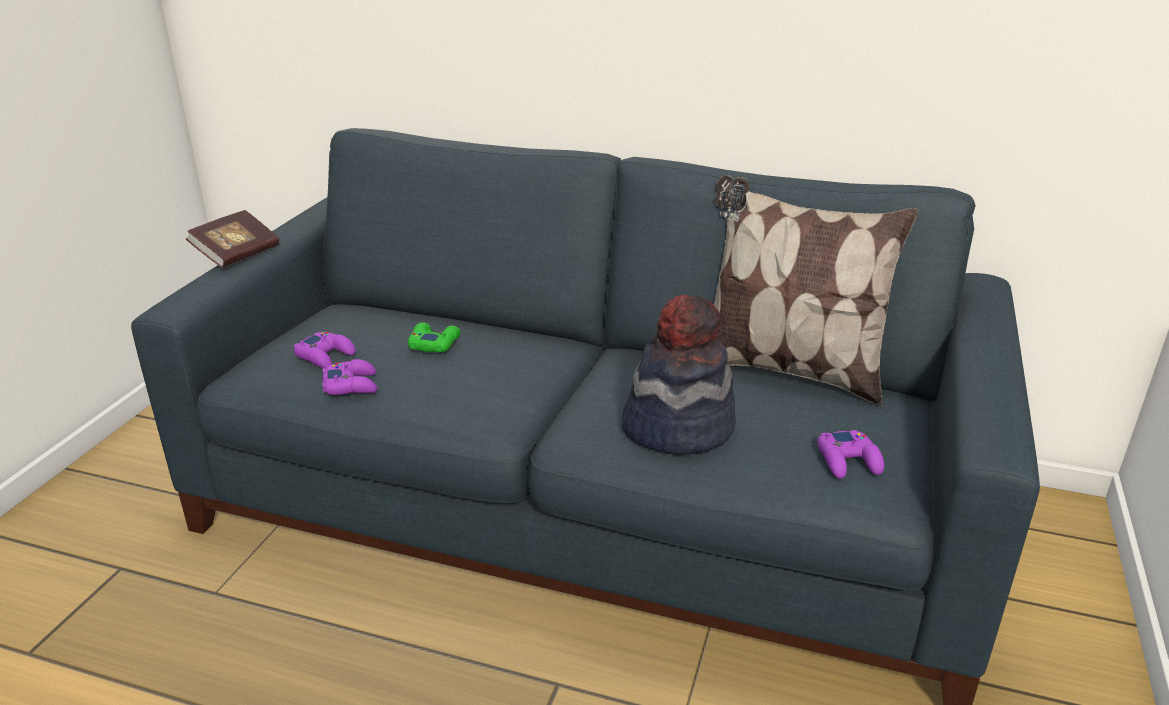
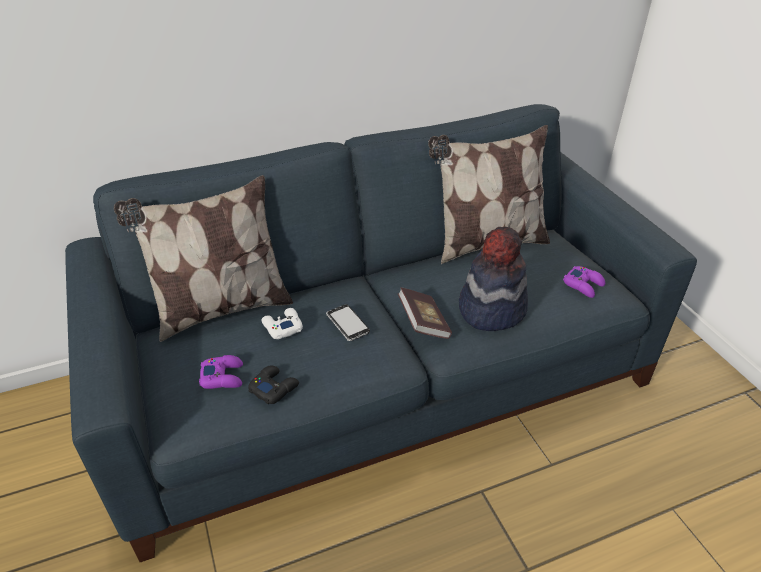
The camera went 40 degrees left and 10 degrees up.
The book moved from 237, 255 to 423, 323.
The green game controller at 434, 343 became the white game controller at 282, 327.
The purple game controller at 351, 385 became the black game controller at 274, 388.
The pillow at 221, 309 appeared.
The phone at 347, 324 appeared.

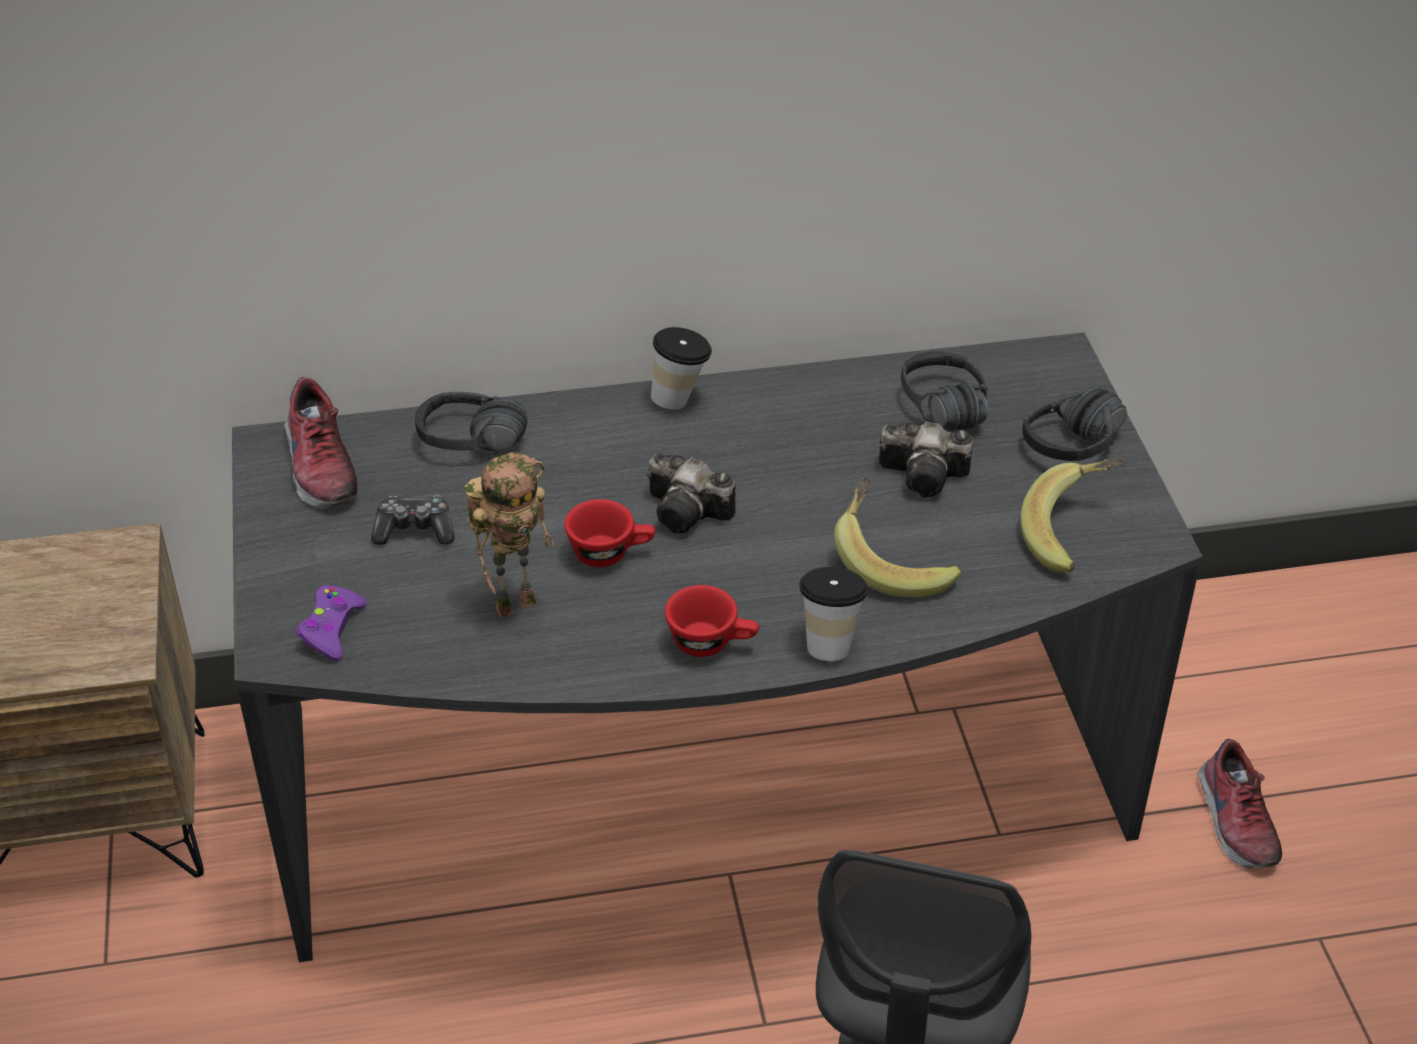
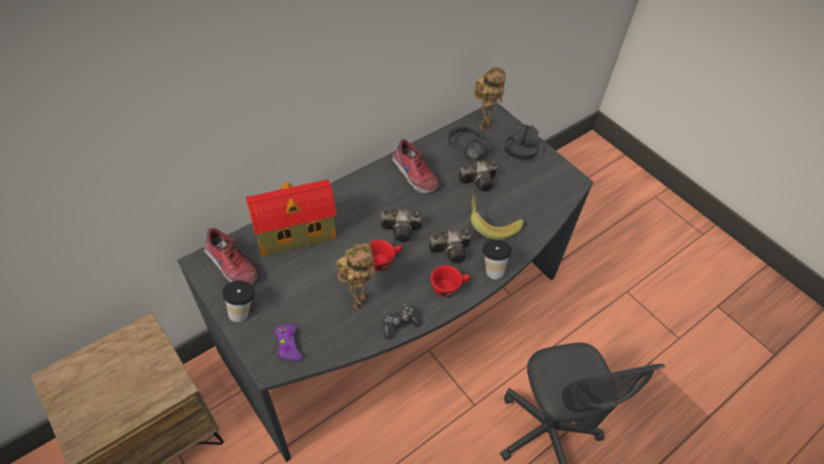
The camera went 30 degrees left and 10 degrees up.
The cup moved from 681, 399 to 243, 311.
The black headphones at 469, 451 was replaced by the toy house at 293, 234.
The banana at 1075, 534 disappeared.
The game controller moved from 415, 530 to 399, 323.
The shoe moved from 1233, 821 to 414, 175.
The toy robot at 484, 124 appeared.
The photo camera at 452, 251 appeared.

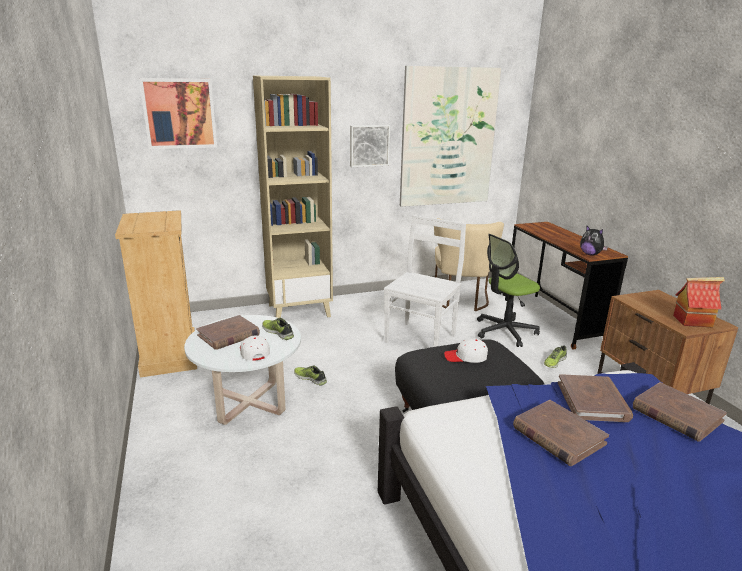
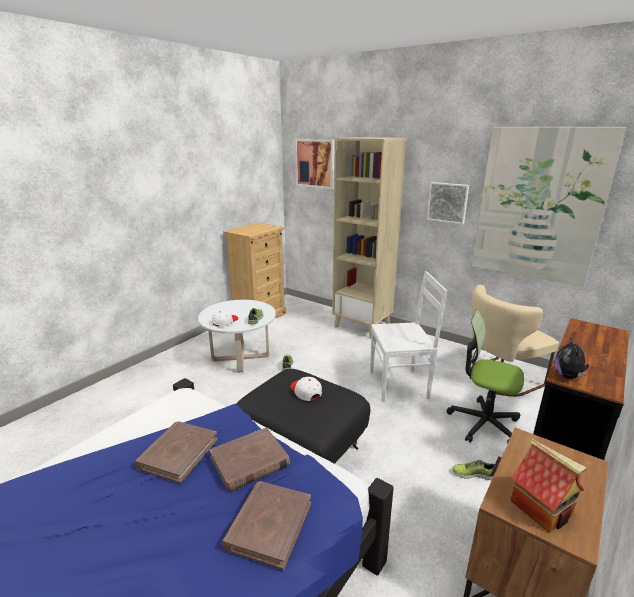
The camera went 55 degrees right and 0 degrees up.
The brown book at 228, 335 disappeared.

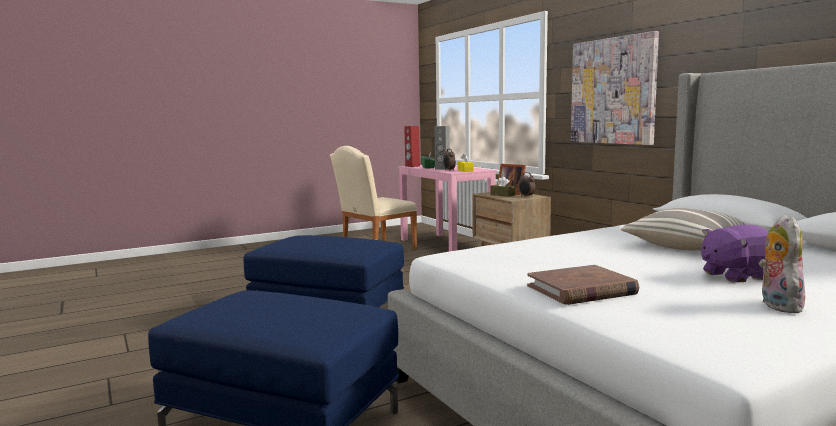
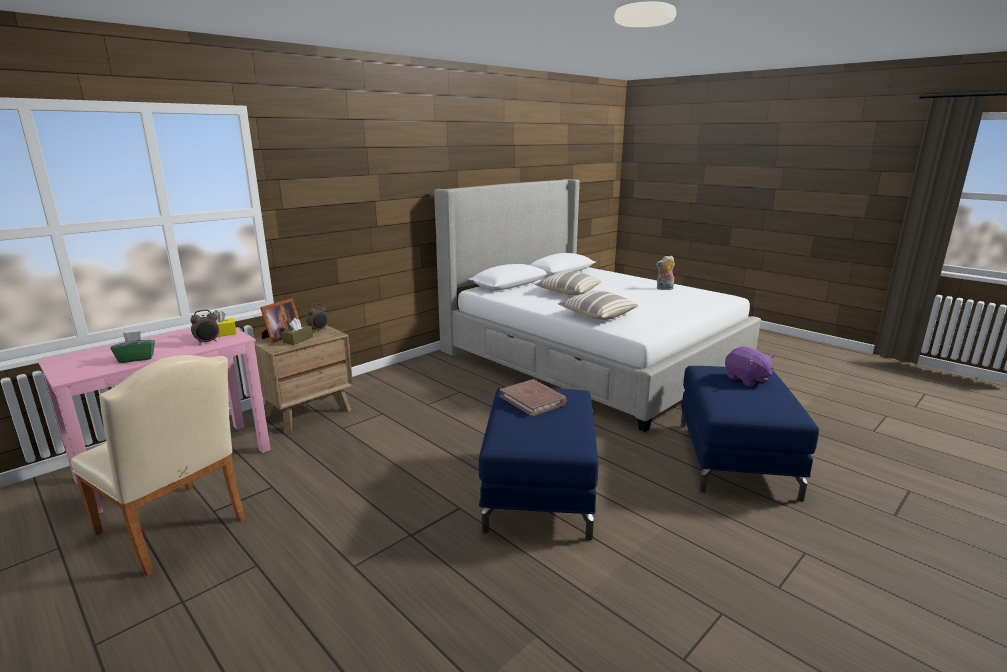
The camera went 105 degrees left and 10 degrees up.
The picture at 613, 91 disappeared.
The red speaker at 412, 166 disappeared.
The grey speaker at 442, 169 disappeared.
The purple plush toy moved from 736, 276 to 746, 379.
The brown book moved from 581, 290 to 533, 400.
The pillow at 597, 315 appeared.

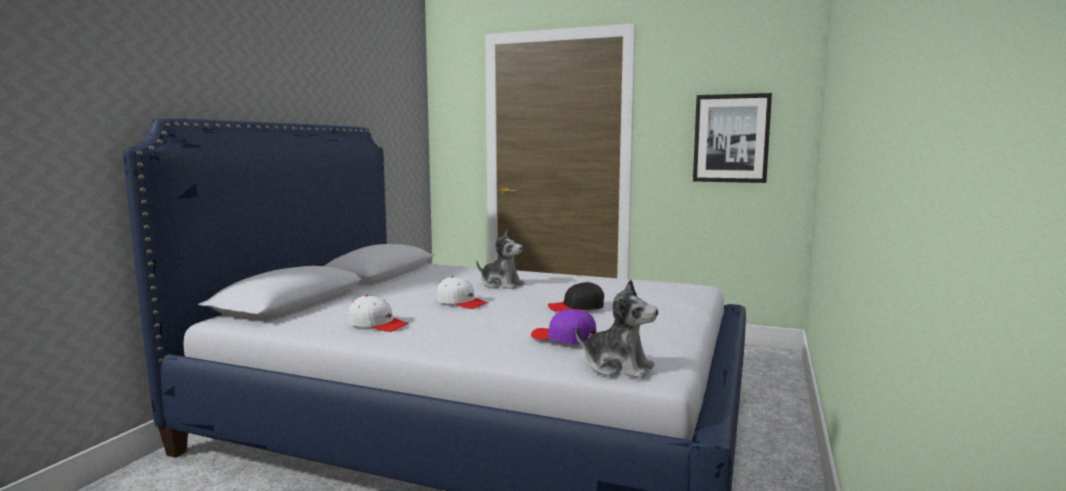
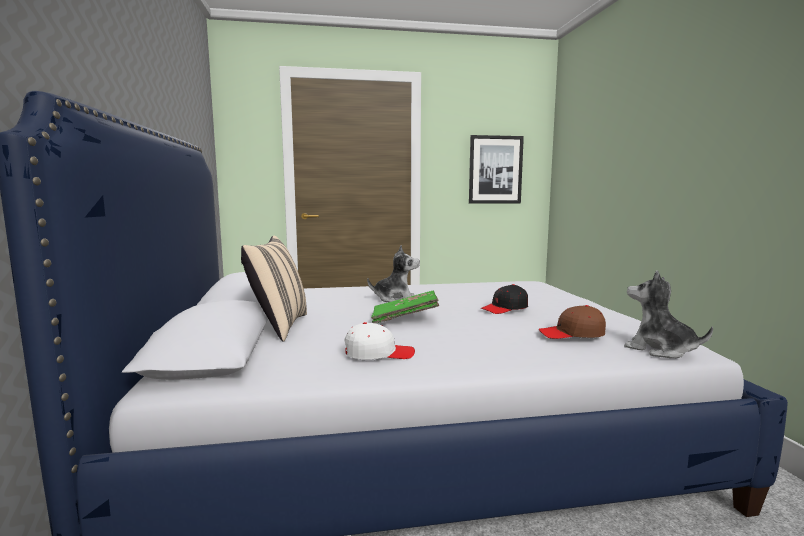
The camera went 30 degrees left and 0 degrees up.
The white cap at 461, 302 was replaced by the green book at 405, 319.
The plush toy at 618, 367 turned 135 degrees counterclockwise.
The purple cap at 564, 338 became the brown cap at 572, 334.
The beige pillow at 278, 327 appeared.

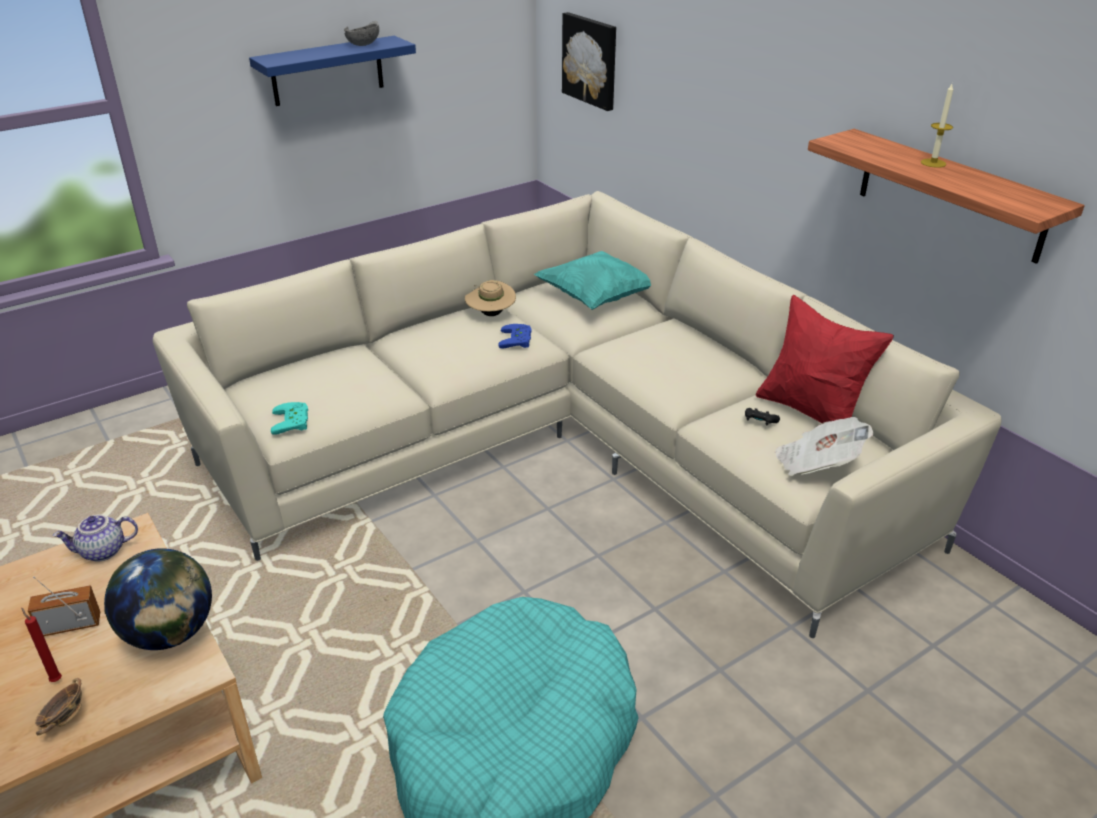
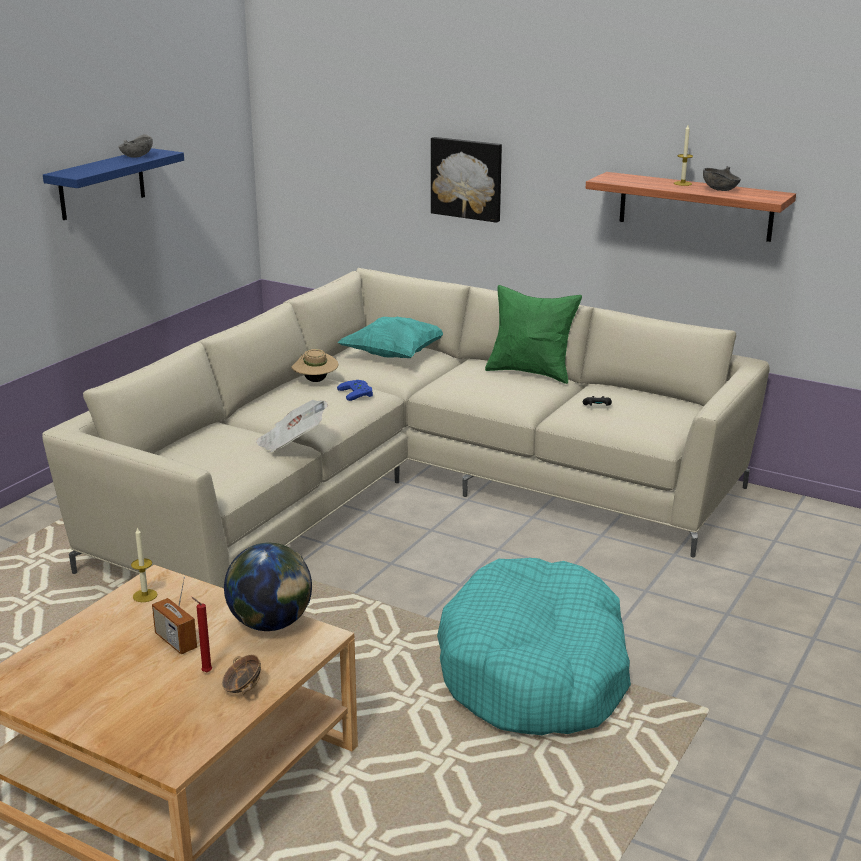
The camera went 25 degrees left and 10 degrees down.
The picture moved from 591, 60 to 467, 178.
The red pillow at 811, 412 disappeared.
The turquoise game controller at 293, 421 disappeared.
The newspaper moved from 817, 464 to 292, 443.
The teapot at 102, 552 was replaced by the candle at 145, 595.
The radio at 70, 625 turned 90 degrees counterclockwise.
The grey bowl at 720, 190 appeared.
The green pillow at 531, 372 appeared.

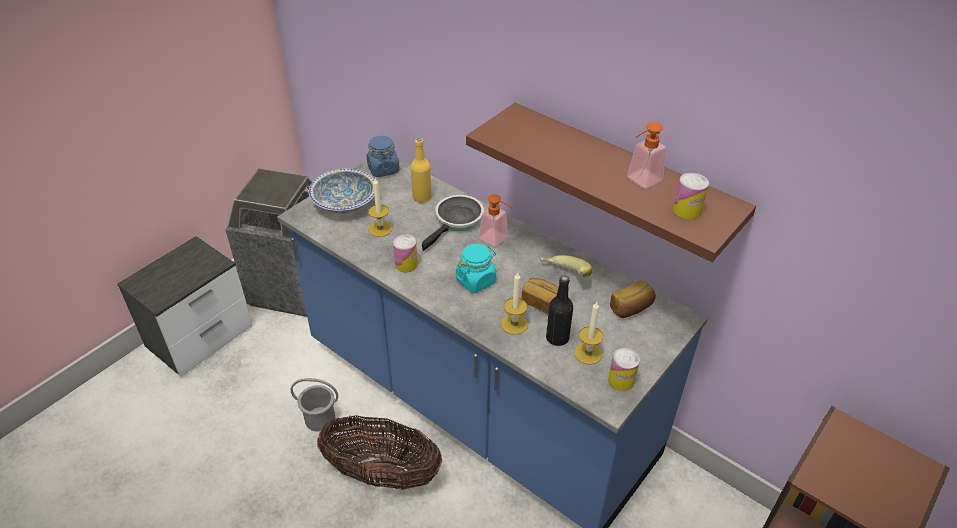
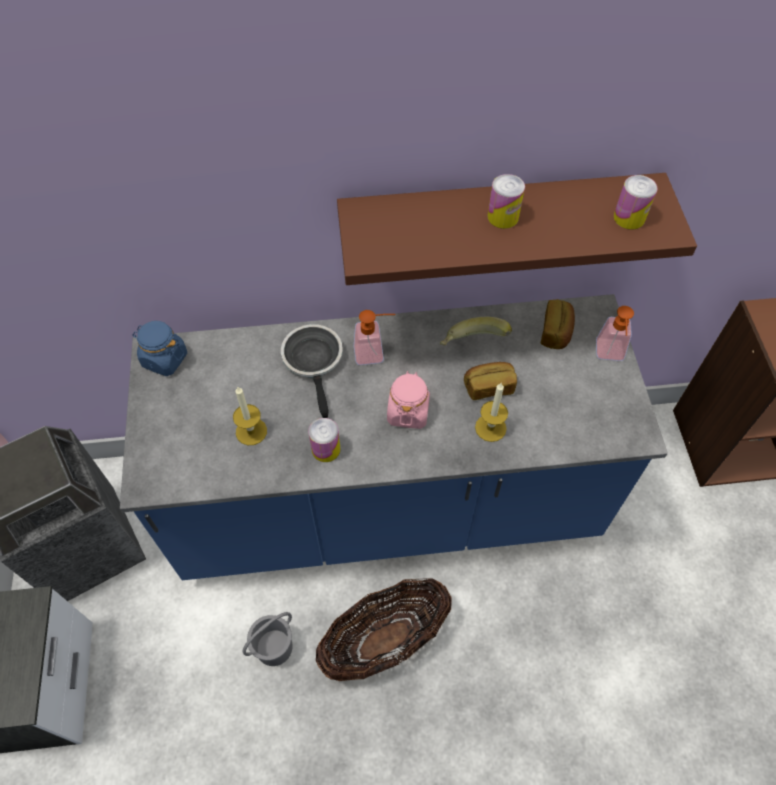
The camera went 45 degrees left and 15 degrees up.
The soap dispenser moved from 640, 181 to 609, 355.
The yellow bottle at 422, 197 disappeared.
The bowl at 345, 203 disappeared.
The turquoise jar at 476, 280 became the pink jar at 408, 412.
The black bottle at 557, 338 disappeared.
The candle at 588, 353 disappeared.
The can moved from 621, 380 to 503, 217.

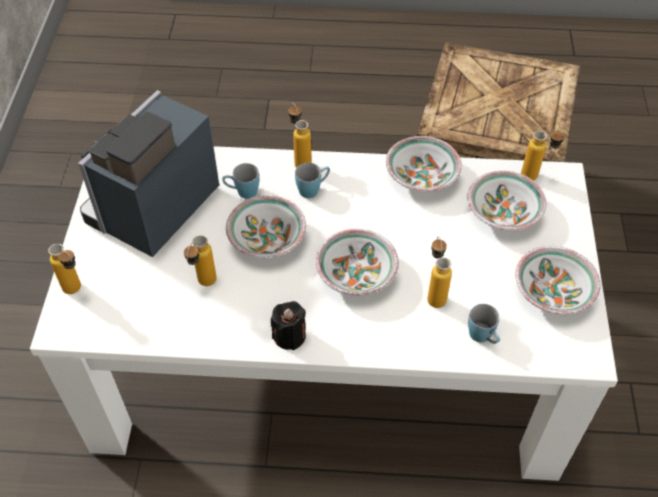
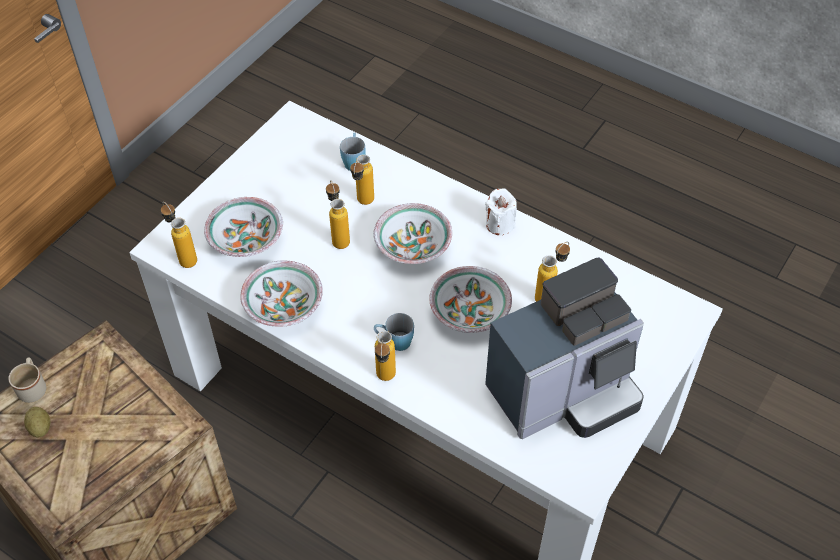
The camera went 150 degrees left and 0 degrees up.
The blue mug at 242, 192 disappeared.
The bottle moved from 76, 291 to 339, 237.
The bowl at 553, 293 disappeared.
The black candle at 289, 336 became the white candle at 500, 224.
The beige mug at 33, 387 appeared.
The potato at 40, 428 appeared.

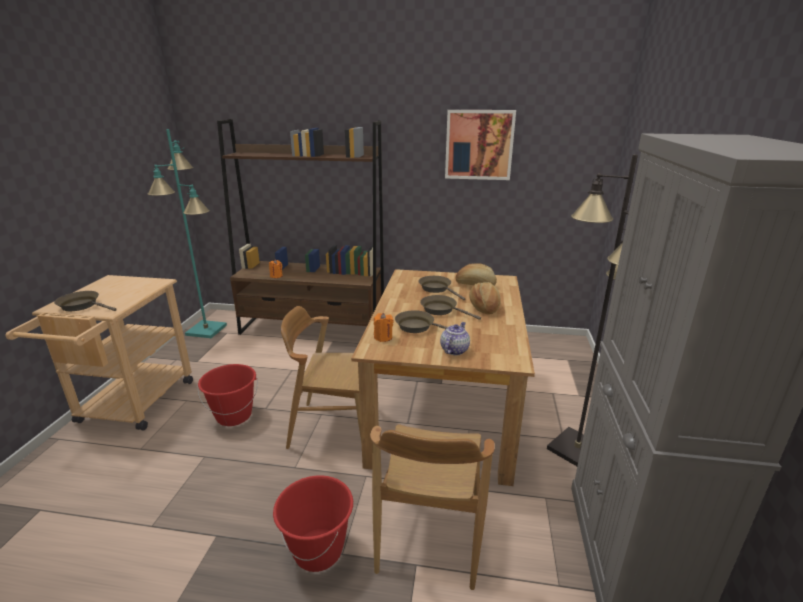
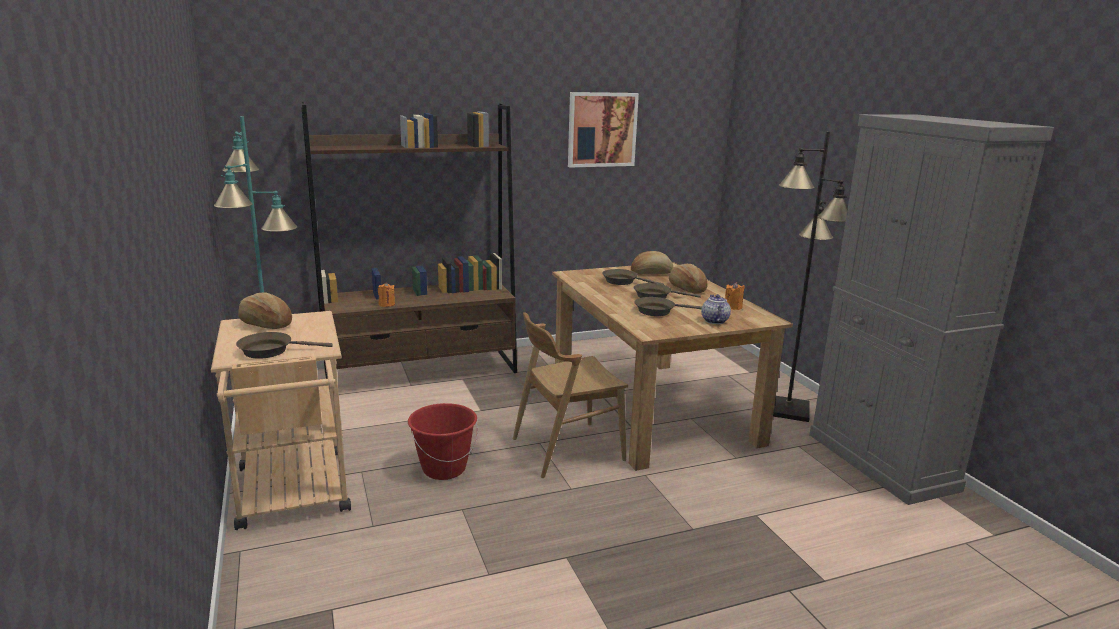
The camera went 30 degrees left and 5 degrees down.
The orange candle moved from 383, 337 to 733, 307.
The brown chair at 429, 534 disappeared.
The red bucket at 318, 550 disappeared.
The bread at 265, 324 appeared.

